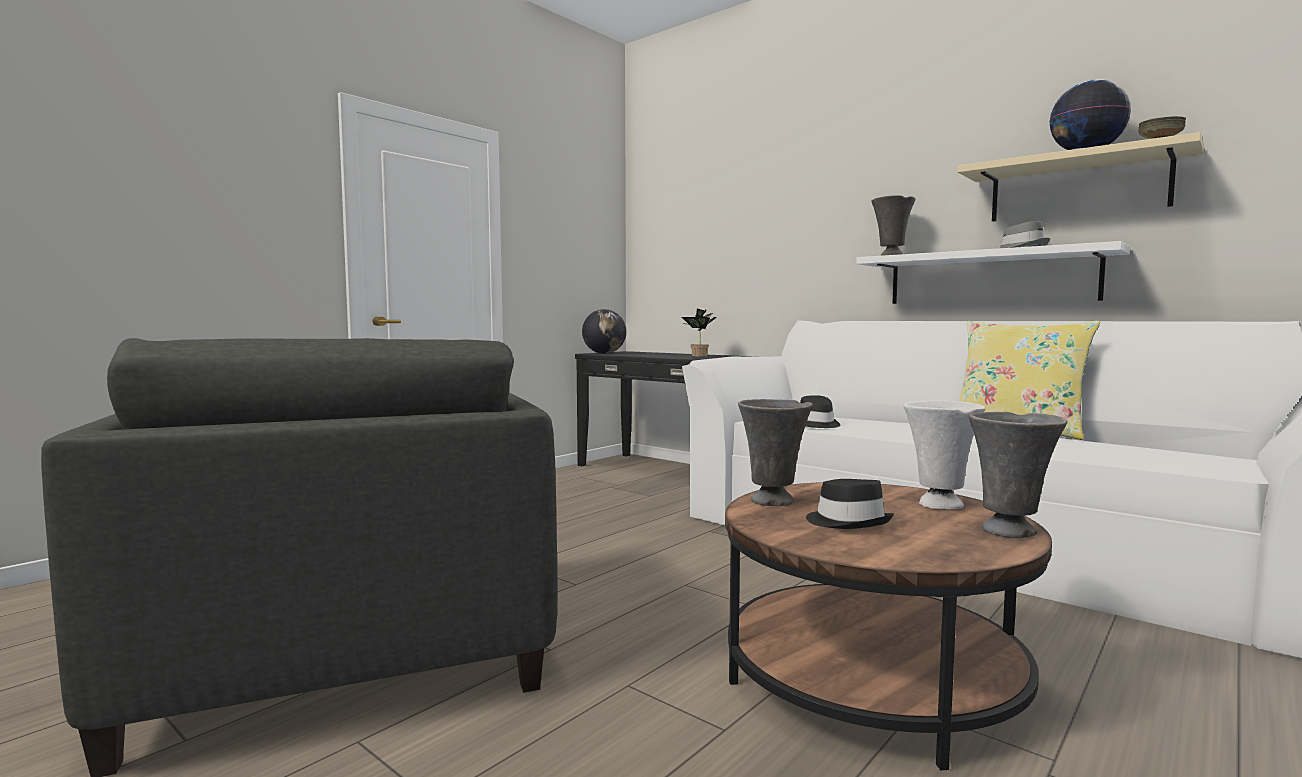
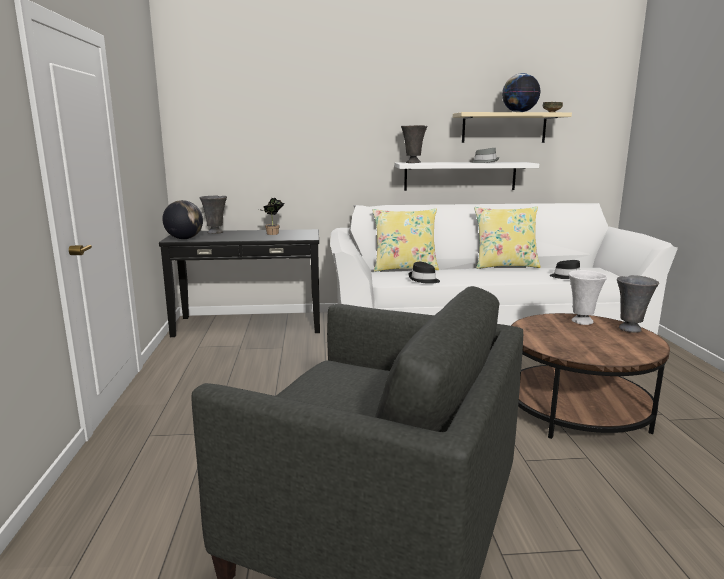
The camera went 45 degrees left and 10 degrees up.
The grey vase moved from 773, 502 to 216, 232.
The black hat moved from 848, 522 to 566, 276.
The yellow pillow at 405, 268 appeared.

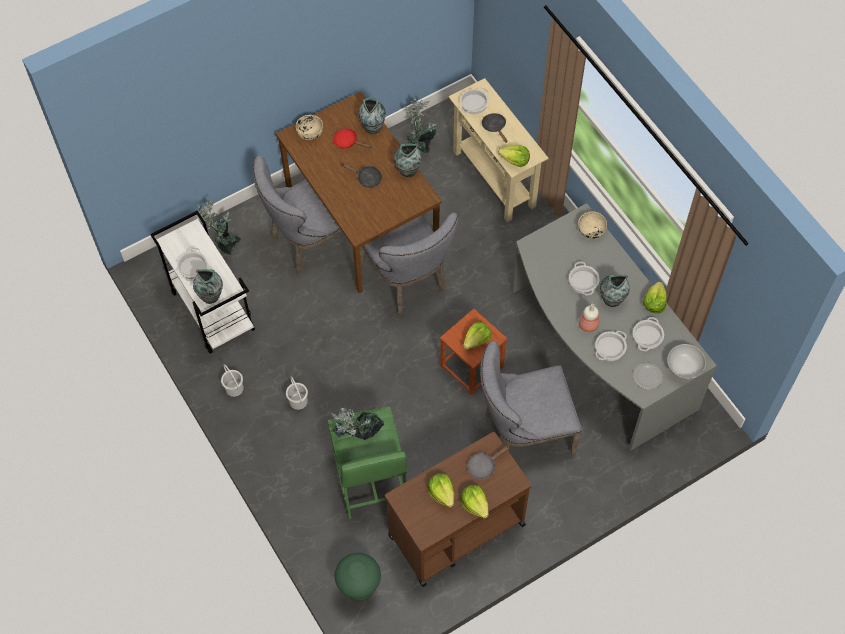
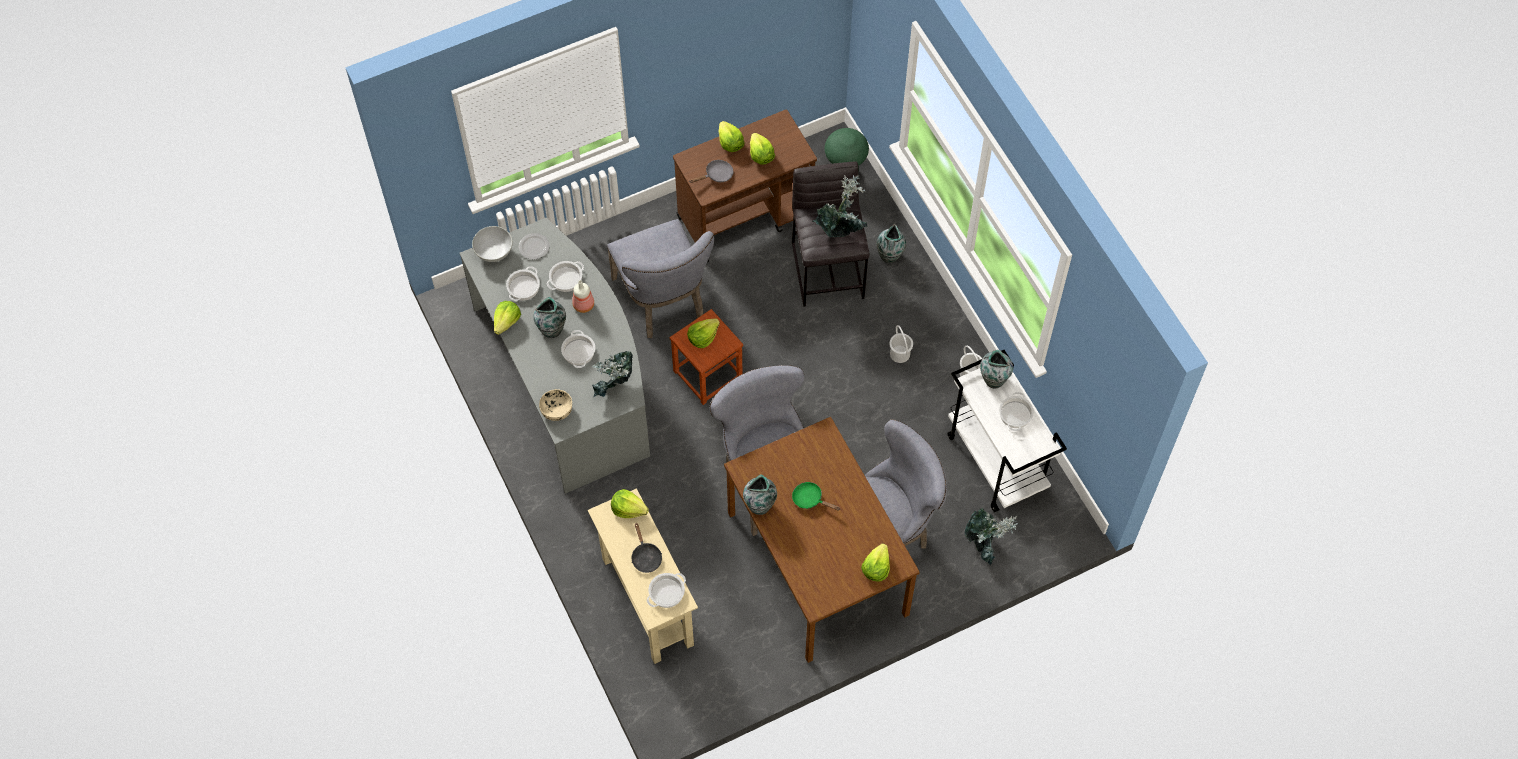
The camera went 175 degrees left and 0 degrees up.
The potted plant moved from 420, 146 to 615, 386.
The vase moved from 372, 126 to 889, 256.
The beige bowl at 310, 132 was replaced by the lettuce at 876, 568.
The red frying pan at 348, 142 disappeared.
The black frying pan at 366, 178 became the green frying pan at 810, 499.
The grey chair at 522, 432 turned 75 degrees clockwise.
The green stool at 369, 479 became the grey stool at 828, 269.

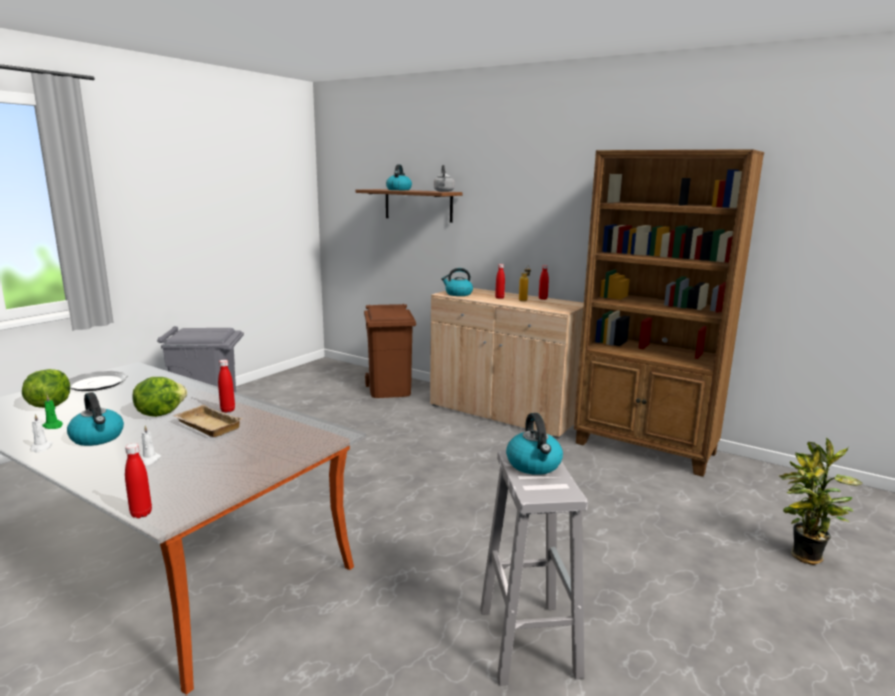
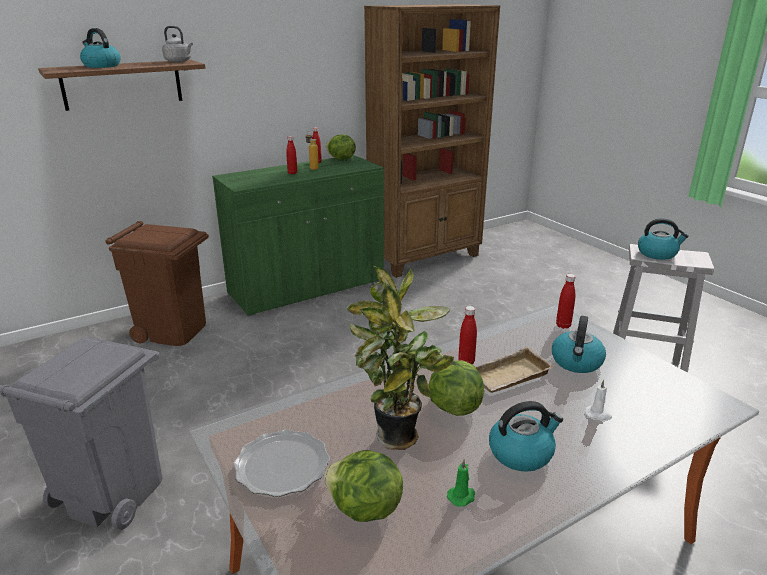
The camera went 65 degrees left and 10 degrees up.
The kettle moved from 458, 294 to 576, 362.
The beige cabinet at 503, 413 became the green cabinet at 307, 288.
The white candle at 41, 448 disappeared.
The potted plant moved from 804, 558 to 398, 440.
The red bottle moved from 141, 514 to 563, 325.
The lettuce at 340, 159 appeared.

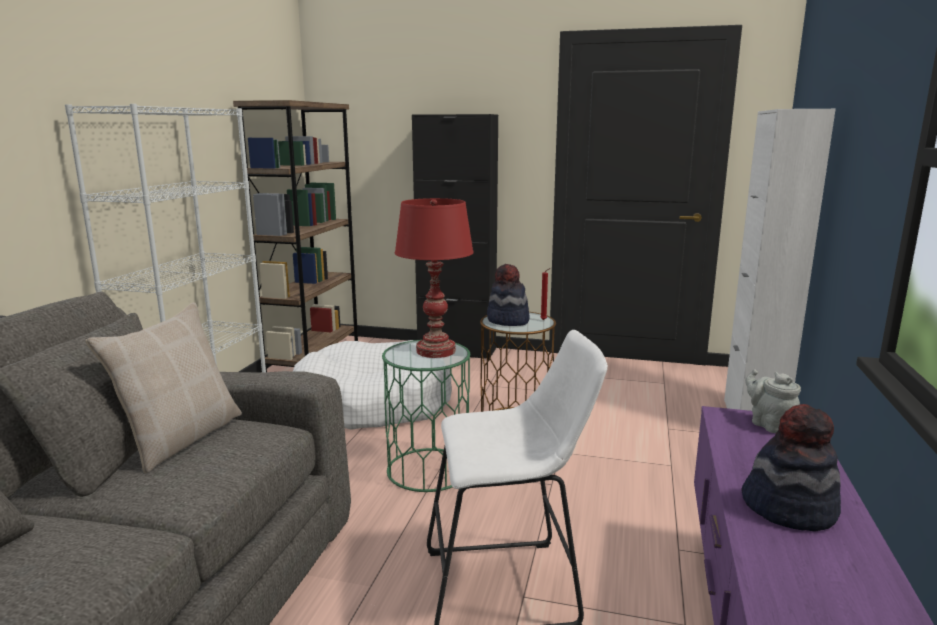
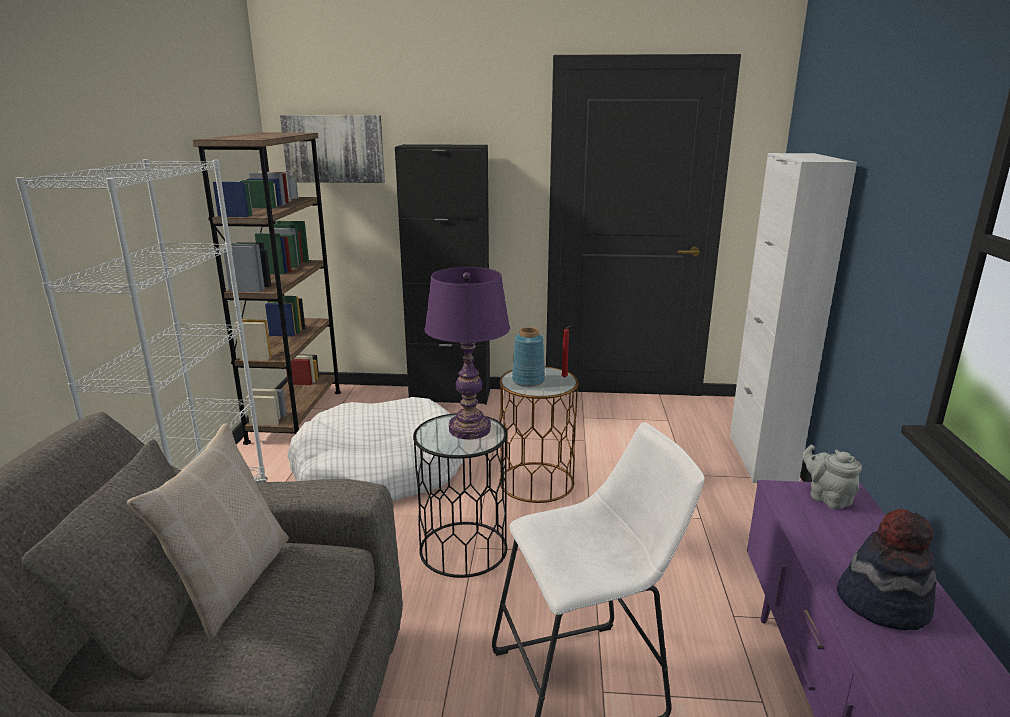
The camera went 10 degrees left and 5 degrees up.
The red table lamp at 435, 351 became the purple table lamp at 469, 429.
The hat at 507, 321 was replaced by the blue vase at 528, 381.
The green side table at 428, 470 became the black side table at 463, 549.
The picture at 334, 149 appeared.

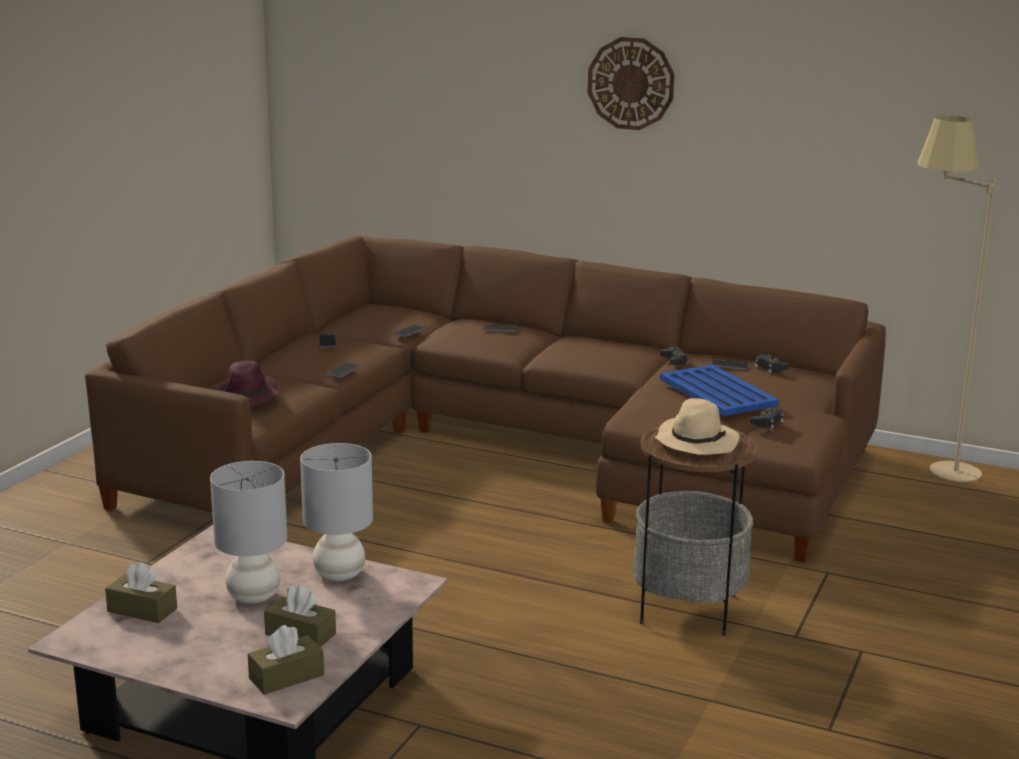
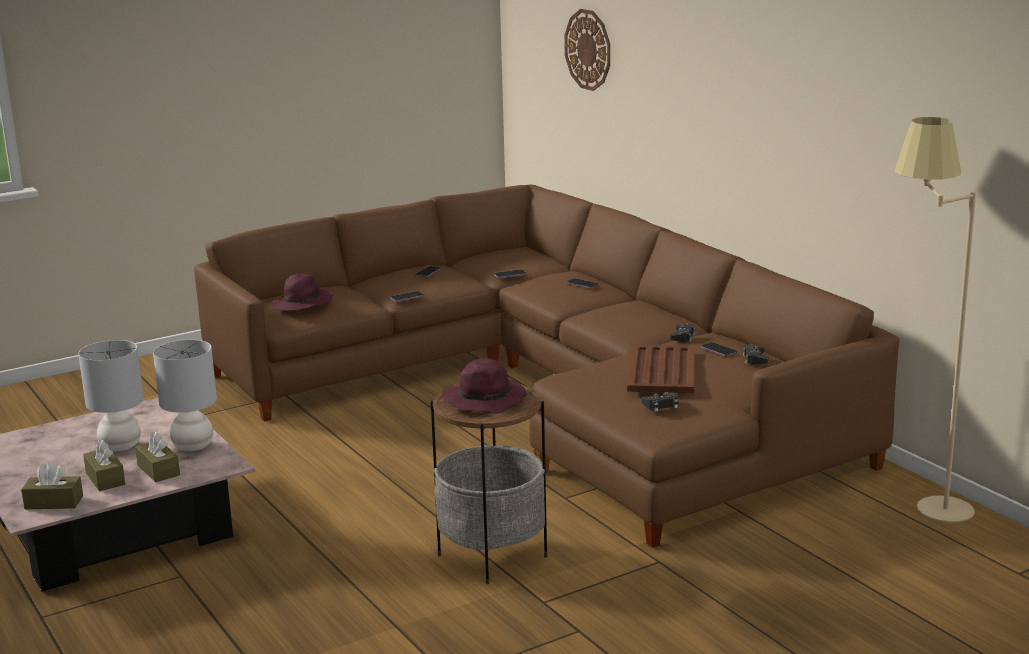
The camera went 35 degrees right and 0 degrees up.
The wall clock moved from 631, 83 to 588, 49.
The blue tray at 717, 391 became the brown tray at 662, 370.
The beige hat at 695, 442 became the purple hat at 485, 399.
The brown tissue box moved from 142, 610 to 158, 470.

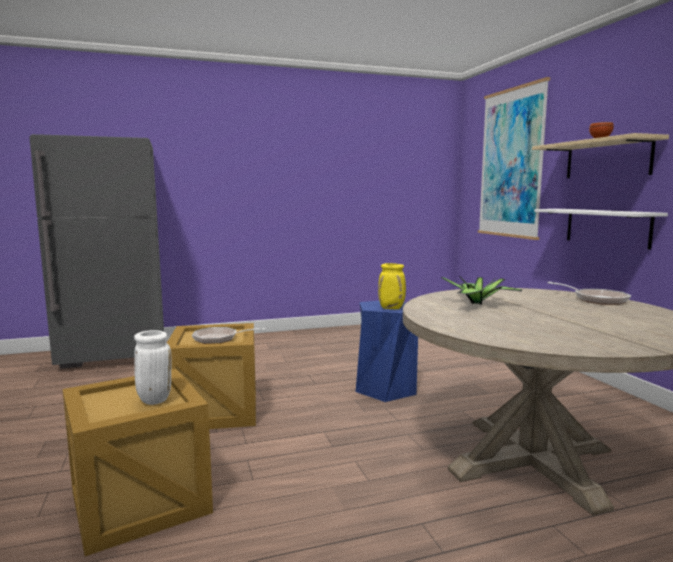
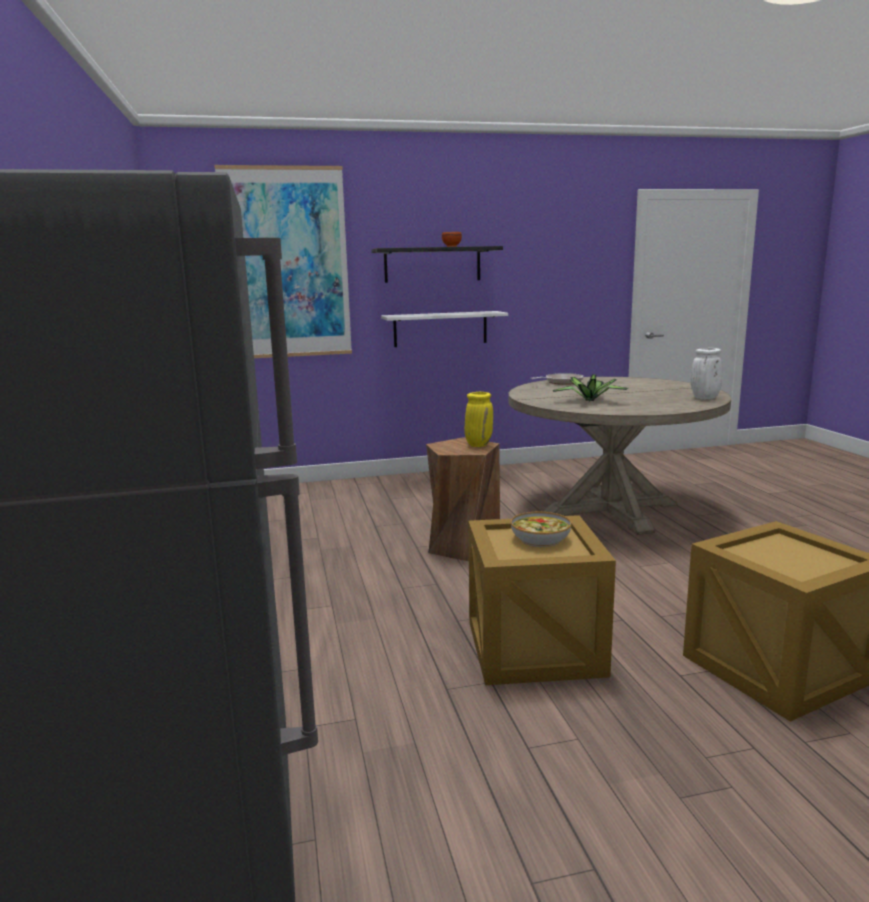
The camera went 85 degrees left and 5 degrees up.
The beige shelf at 607, 159 became the black shelf at 432, 264.
The blue stool at 385, 389 became the brown stool at 462, 546.
The frying pan at 219, 339 was replaced by the bowl at 540, 539.
The white vase moved from 153, 400 to 704, 398.

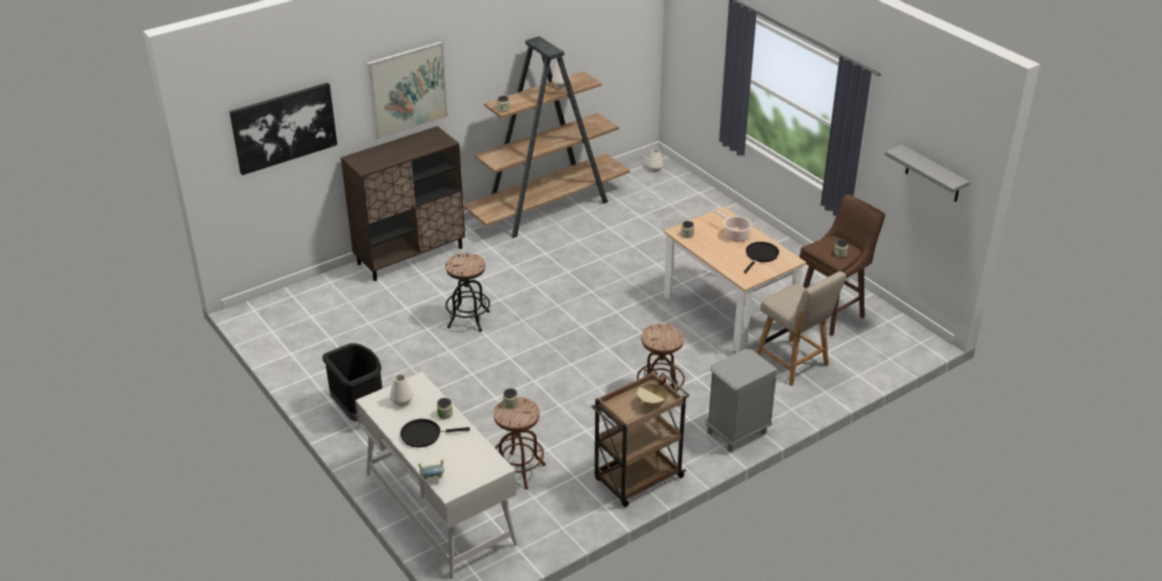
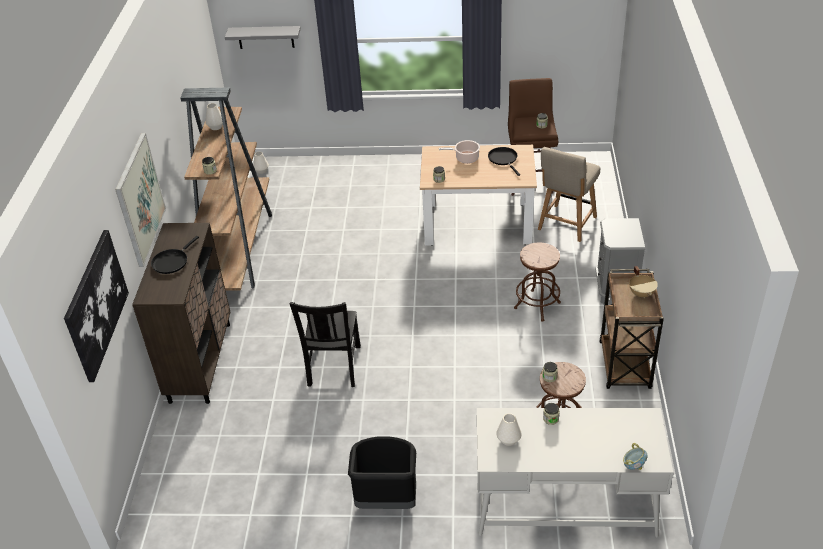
The camera went 50 degrees left and 5 degrees up.
The grey shelf moved from 933, 174 to 265, 37.
The black stool at 468, 319 was replaced by the black chair at 333, 367.
The beige chair at 793, 364 turned 120 degrees clockwise.
The black frying pan moved from 424, 435 to 172, 261.

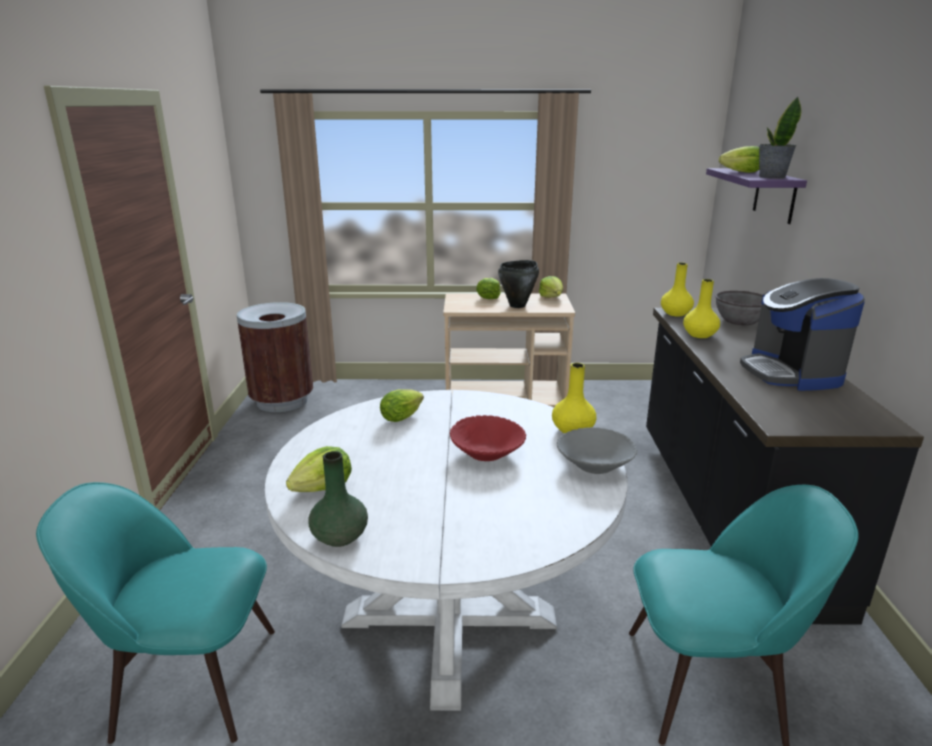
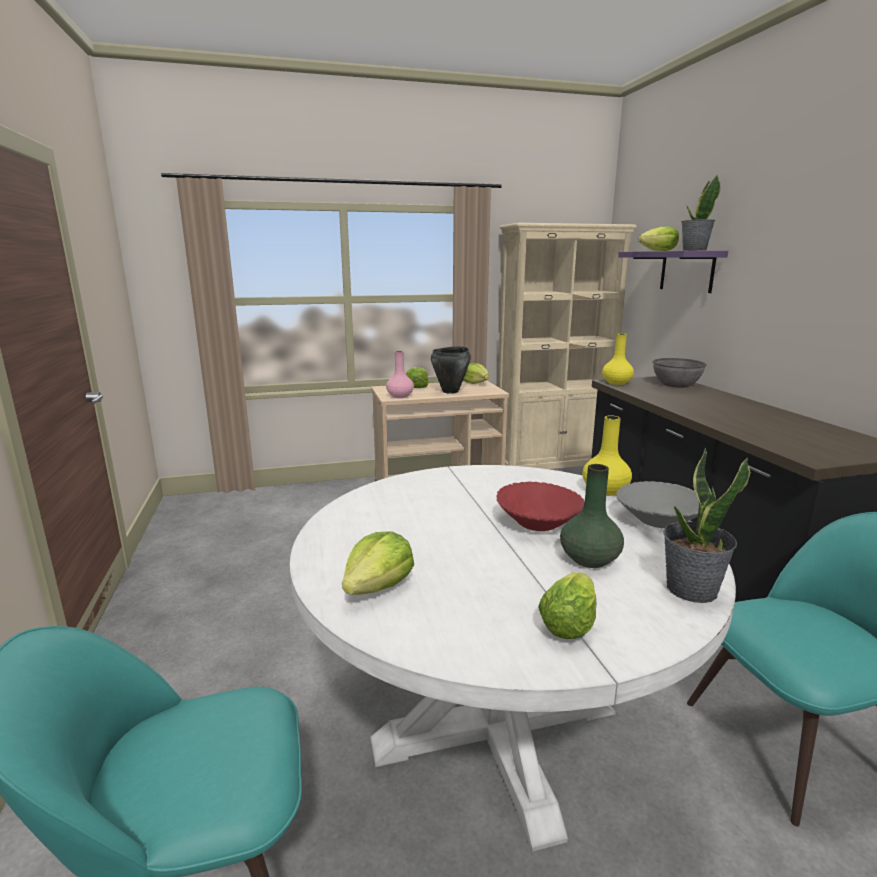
The camera went 15 degrees left and 5 degrees down.
The coffee machine at 791, 373 disappeared.
The yellow vase at 699, 335 disappeared.
The brown trash can at 282, 401 disappeared.
The lettuce moved from 403, 417 to 570, 622.
The green vase moved from 340, 536 to 590, 559.
The beige bookcase at 551, 469 appeared.
The pink vase at 399, 396 appeared.
The potted plant at 691, 589 appeared.

